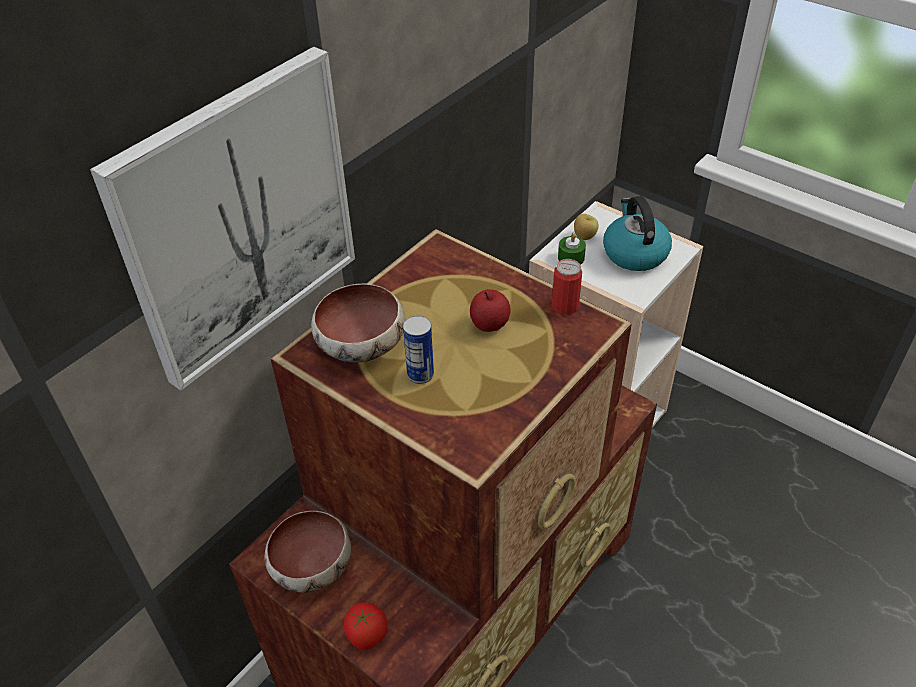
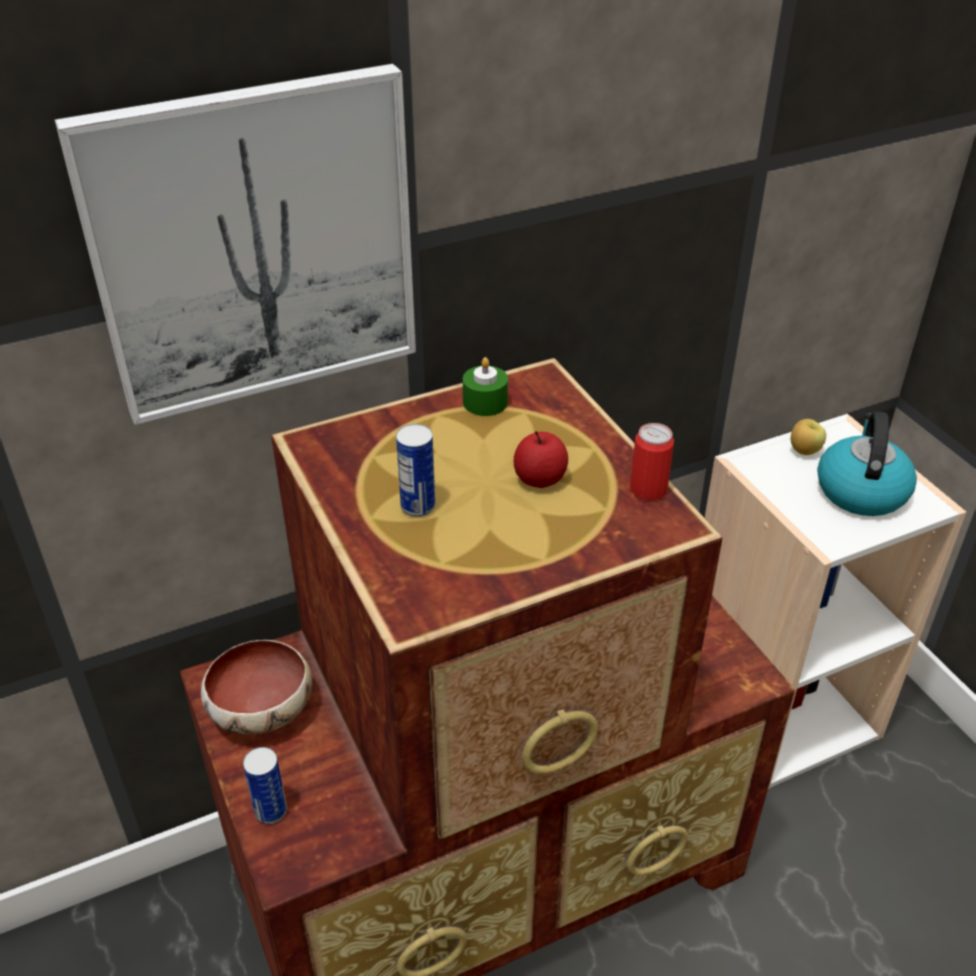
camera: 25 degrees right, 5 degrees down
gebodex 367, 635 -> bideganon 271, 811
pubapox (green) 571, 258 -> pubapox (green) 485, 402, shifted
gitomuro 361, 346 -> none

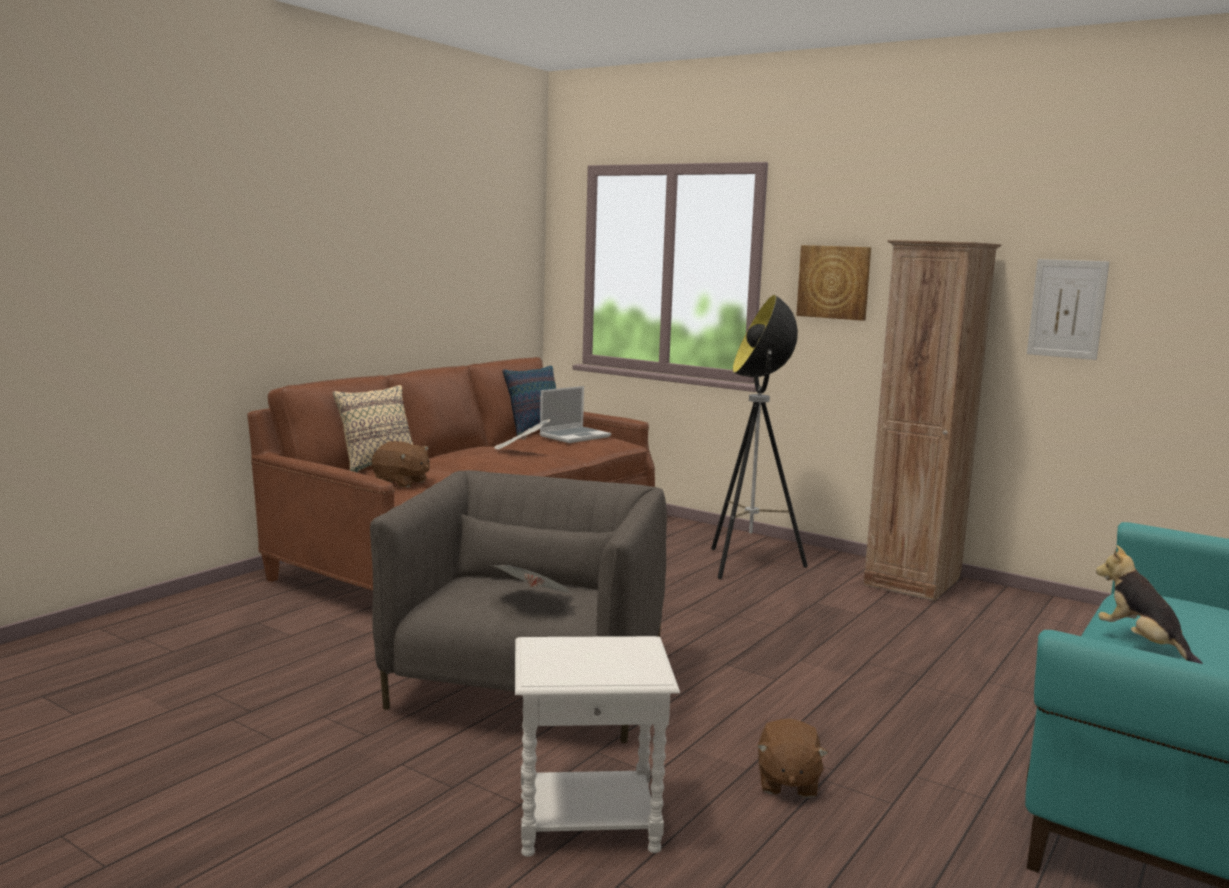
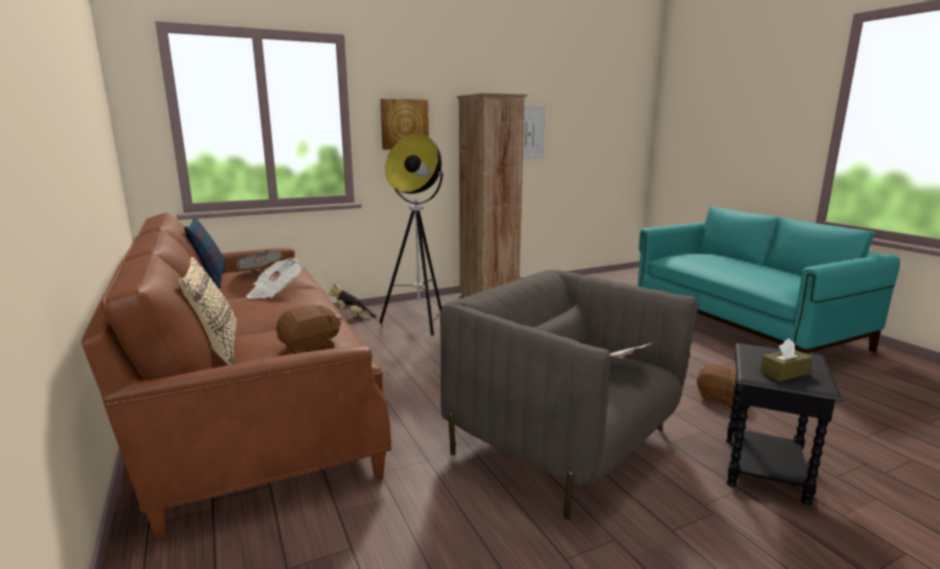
camera: 60 degrees left, 5 degrees up
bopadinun 575, 436 -> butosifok 260, 272
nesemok 1142, 644 -> nesemok 351, 316, shifted
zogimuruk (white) 588, 820 -> zogimuruk (black) 763, 469
none -> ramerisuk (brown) 784, 373

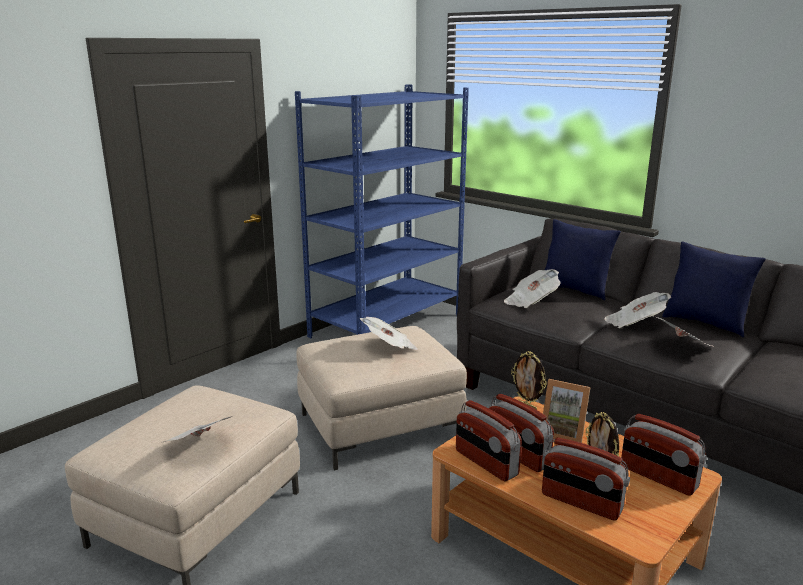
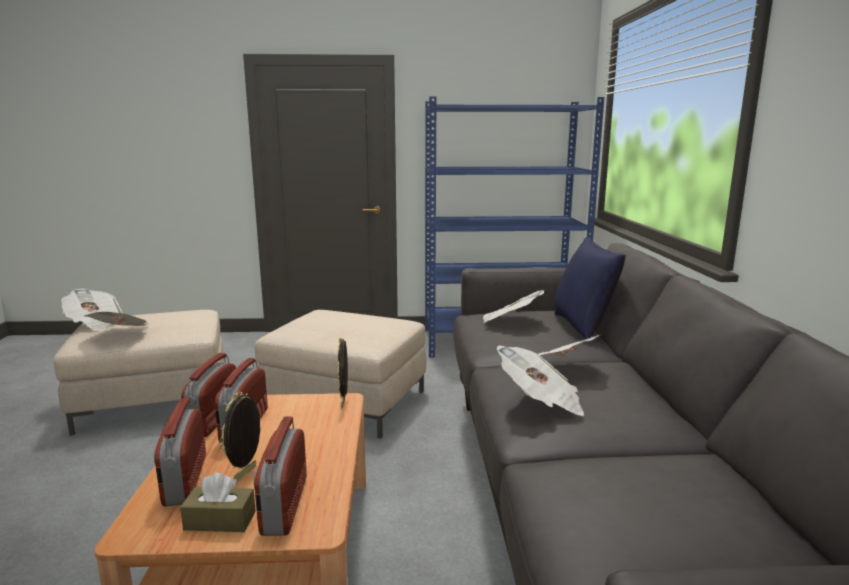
camera: 45 degrees right, 5 degrees down
butosifok 390, 347 -> butosifok 94, 323, shifted
none -> ramerisuk (brown) 220, 520
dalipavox 563, 433 -> none
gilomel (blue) 705, 323 -> none

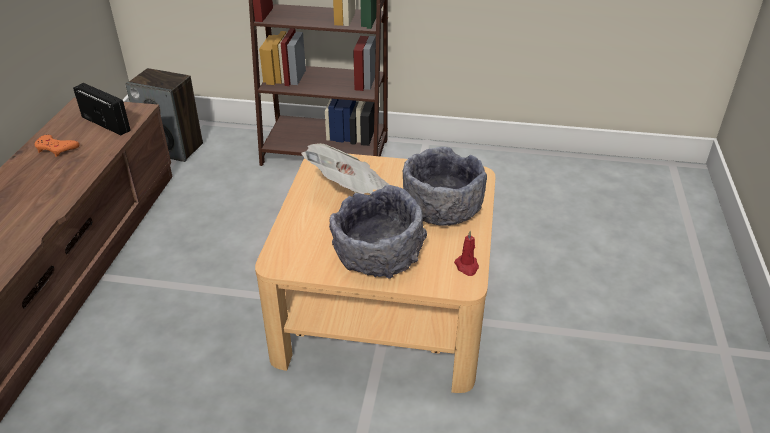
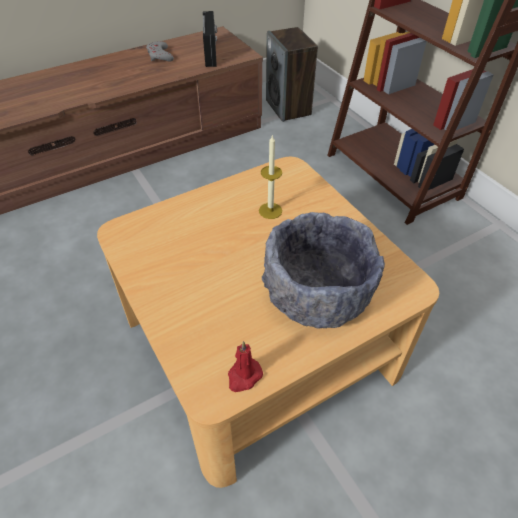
camera: 50 degrees right, 10 degrees up
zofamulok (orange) 56, 148 -> zofamulok (grey) 160, 55
butosifok 349, 189 -> pubapox 270, 211
gitomuro (grey) 378, 257 -> none

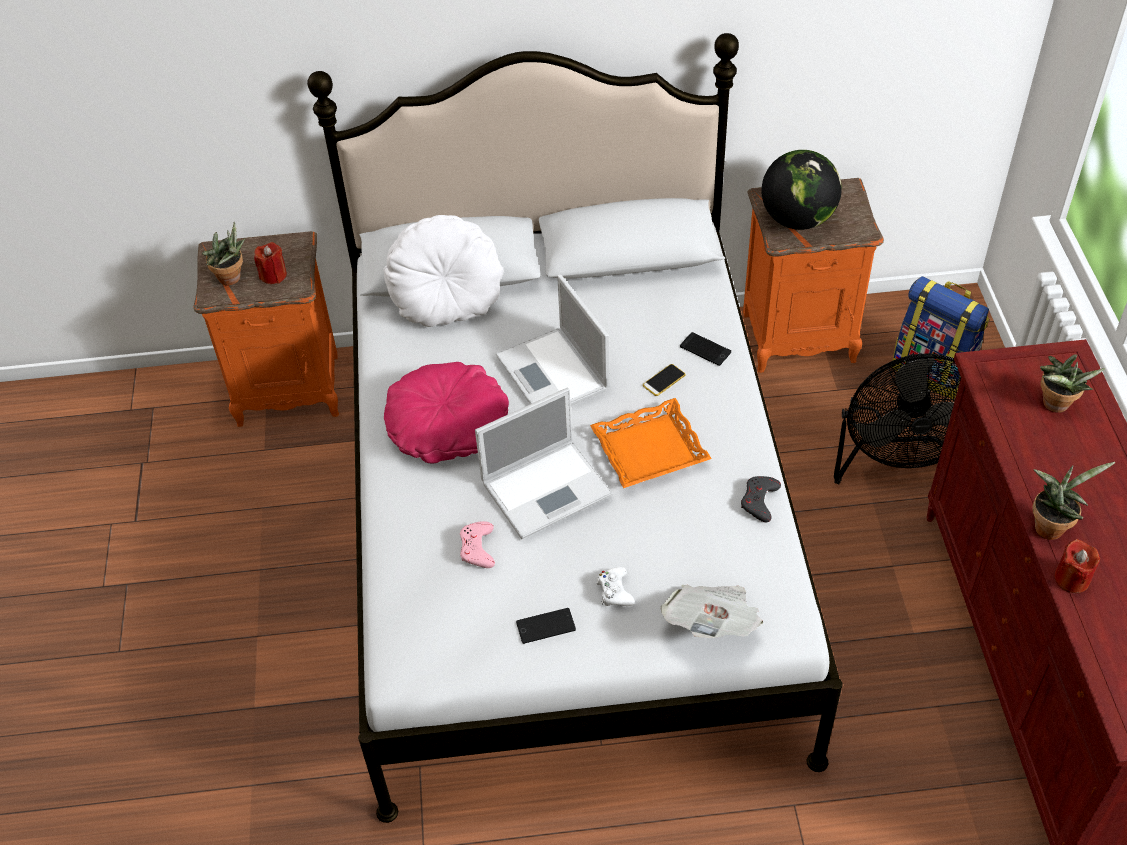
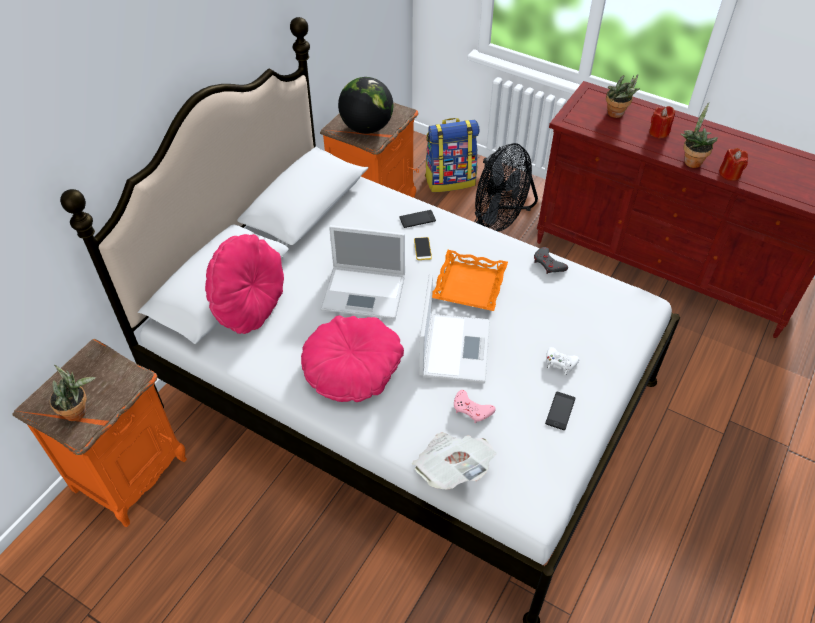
camera: 55 degrees left, 0 degrees up
gilomel (white) 448, 309 -> gilomel (pink) 252, 311
butosifok 713, 624 -> butosifok 452, 468, shifted
pubapox (red) 273, 275 -> pubapox (red) 659, 132, shifted

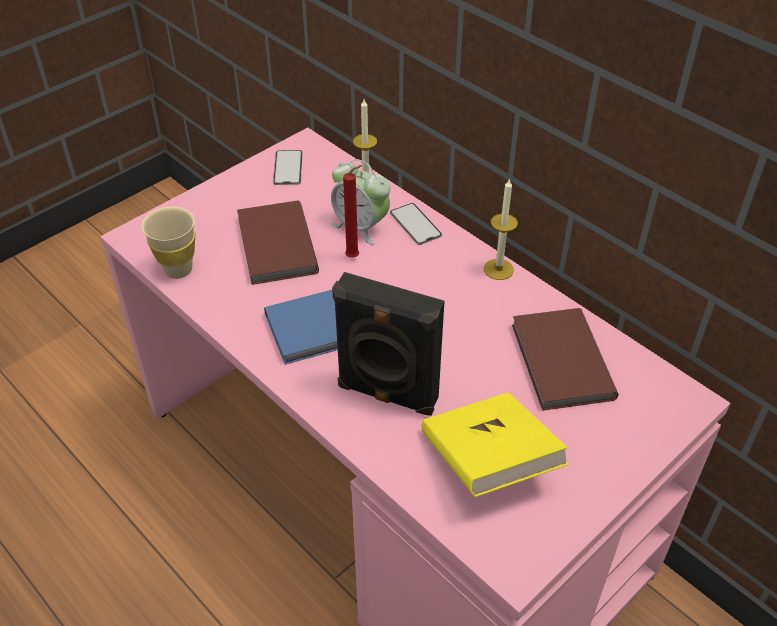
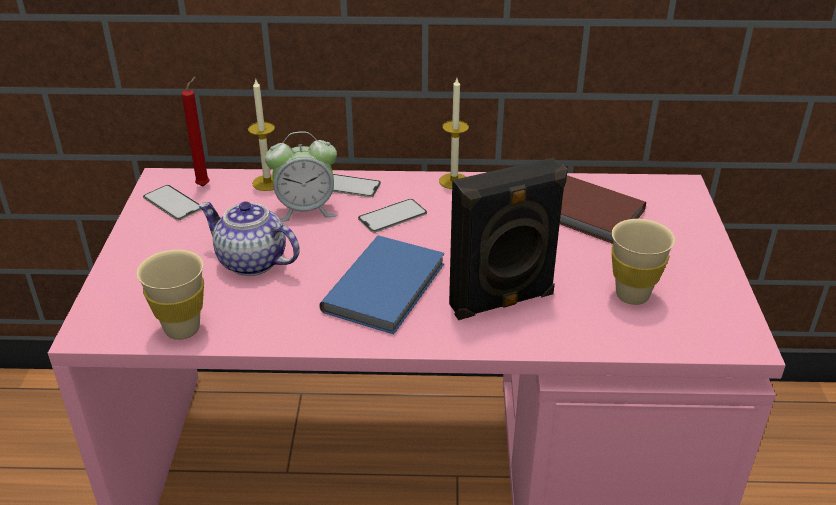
camera: 45 degrees left, 10 degrees down
pubapox (red) 354, 257 -> pubapox (red) 205, 185, shifted
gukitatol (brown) 274, 246 -> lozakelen 251, 262
none -> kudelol 392, 216
gukitatol (yellow) 488, 462 -> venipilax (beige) 632, 295

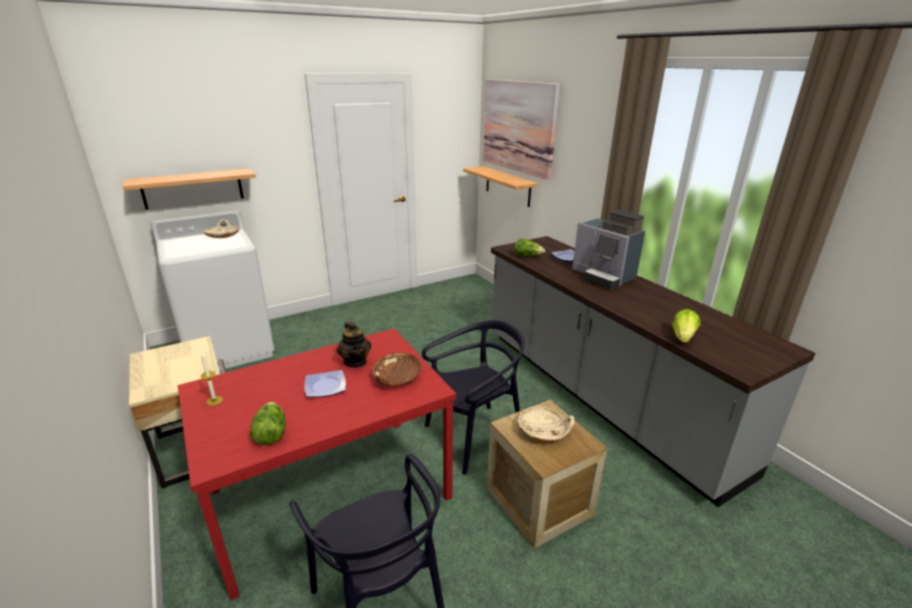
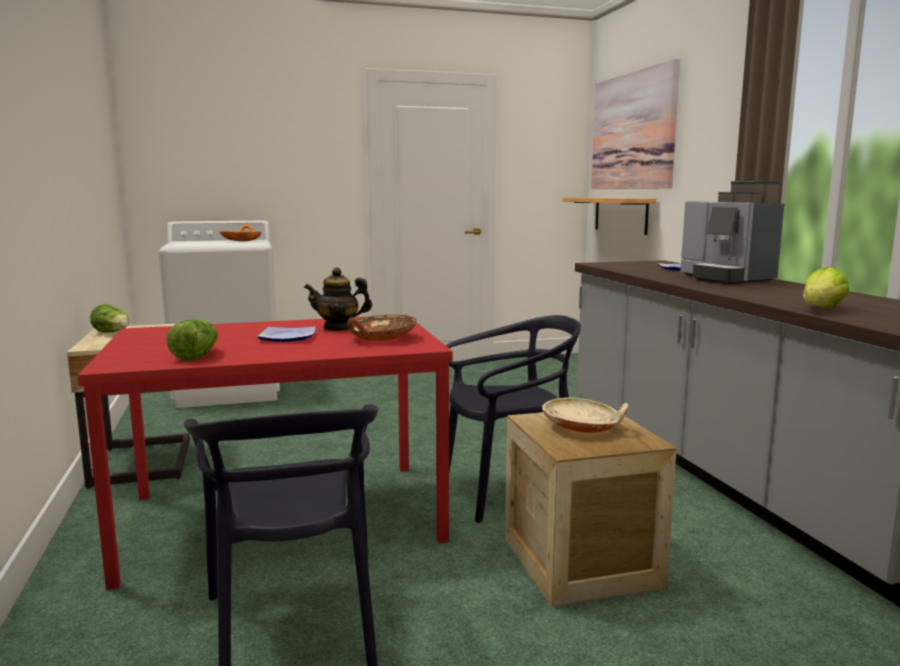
camera: 15 degrees right, 15 degrees down
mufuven 527, 256 -> mufuven 113, 333, shifted
gitomuro (beige) 223, 236 -> gitomuro (orange) 241, 241
lozakelen 355, 361 -> lozakelen 338, 328, 90 degrees clockwise
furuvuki 193, 188 -> none
pubapox 214, 401 -> none

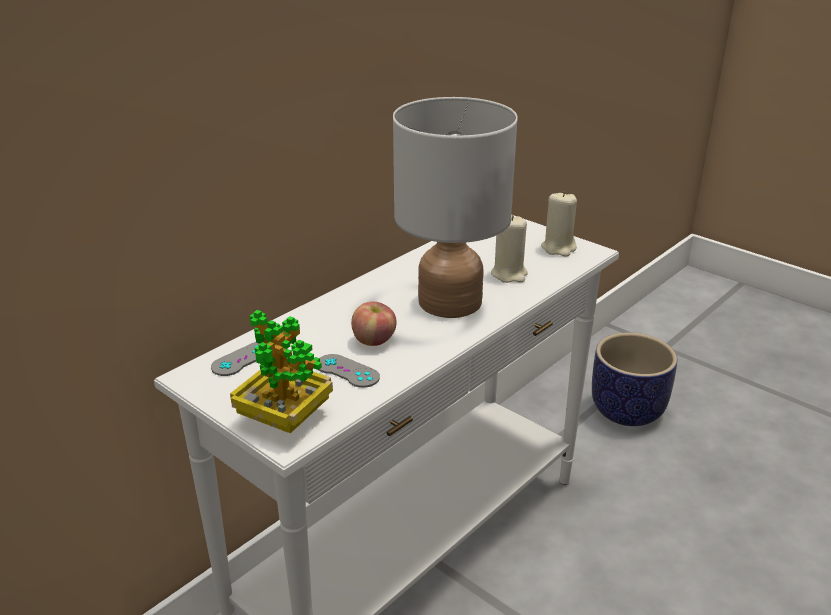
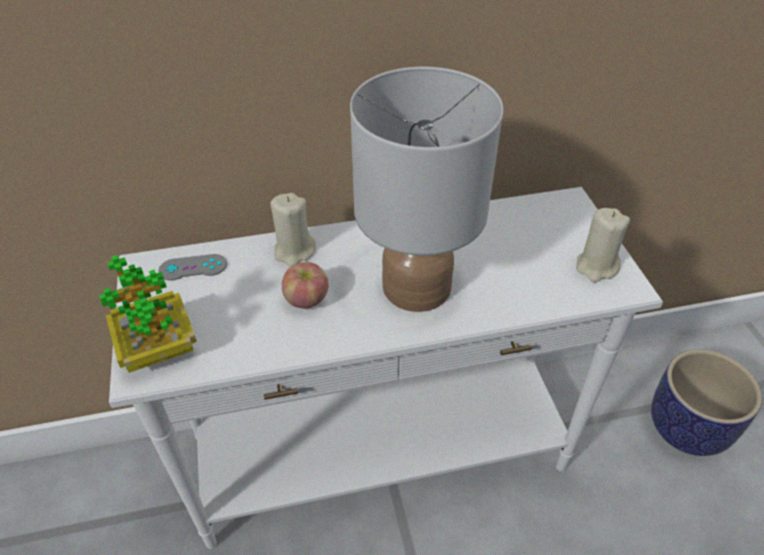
camera: 35 degrees right, 15 degrees up
pubapox (beige) 509, 274 -> pubapox (beige) 294, 251, shifted
zofamulok (grey) 347, 371 -> none

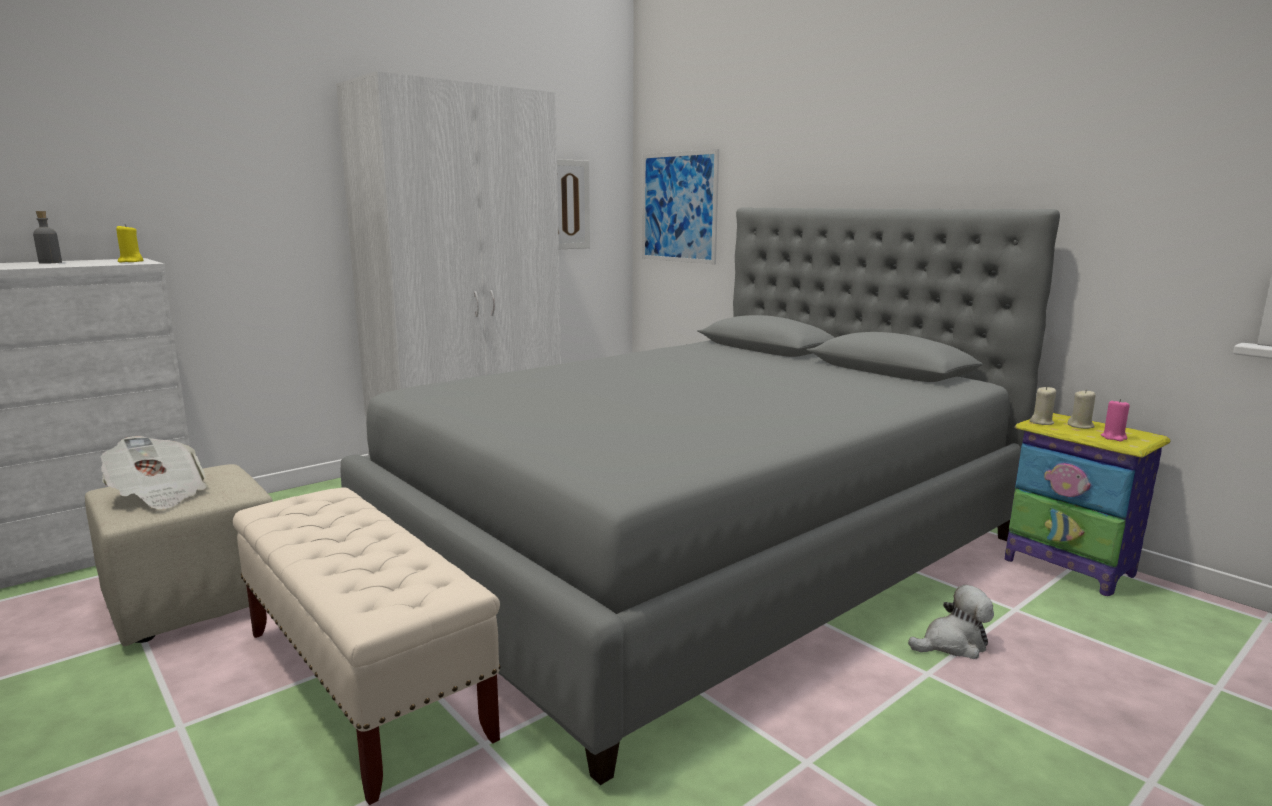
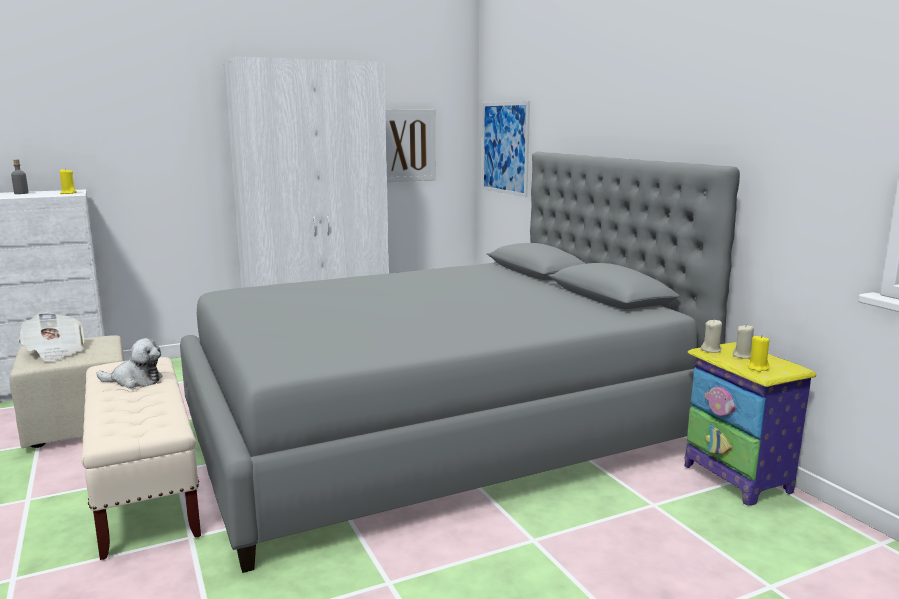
camera: 15 degrees right, 0 degrees up
nesemok 953, 644 -> nesemok 135, 381, shifted
pubapox (pink) 1114, 437 -> pubapox (yellow) 758, 368

